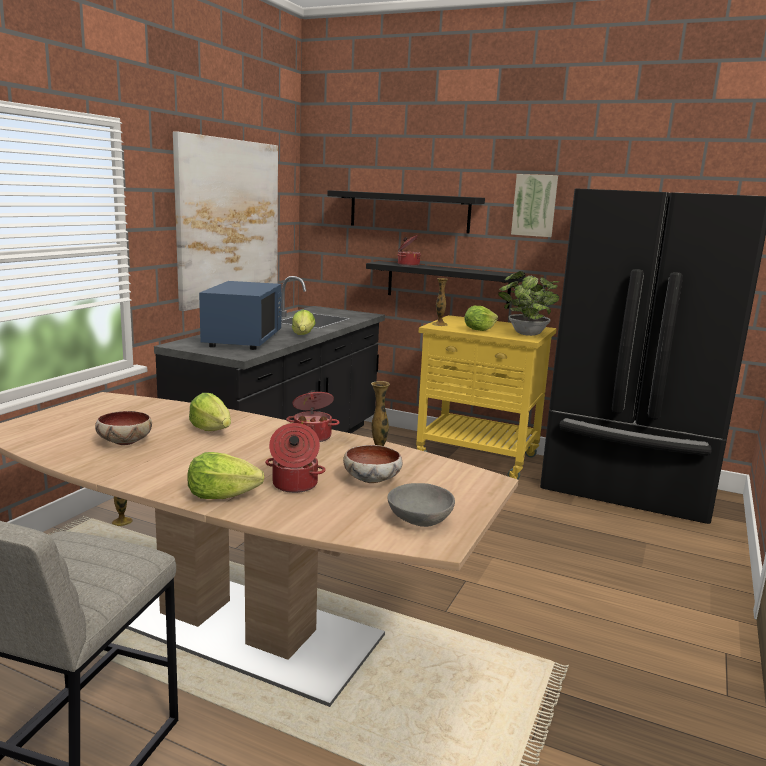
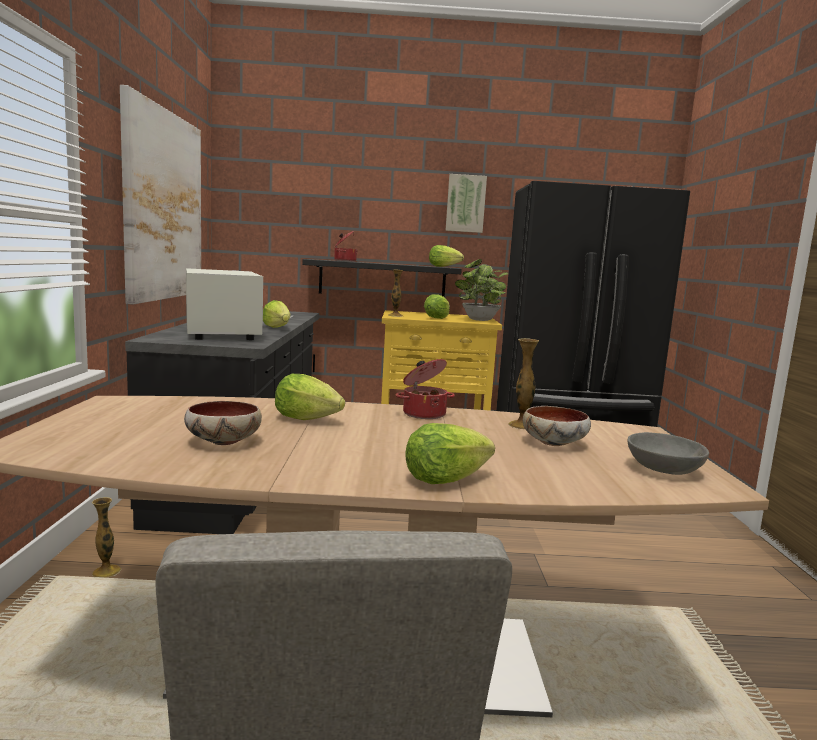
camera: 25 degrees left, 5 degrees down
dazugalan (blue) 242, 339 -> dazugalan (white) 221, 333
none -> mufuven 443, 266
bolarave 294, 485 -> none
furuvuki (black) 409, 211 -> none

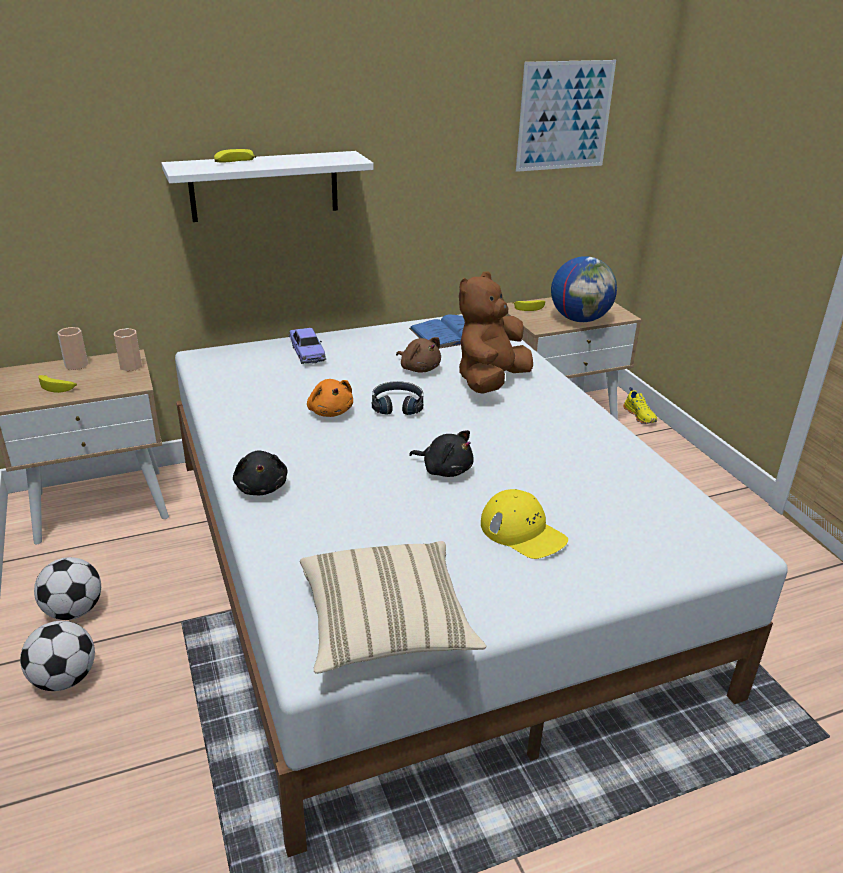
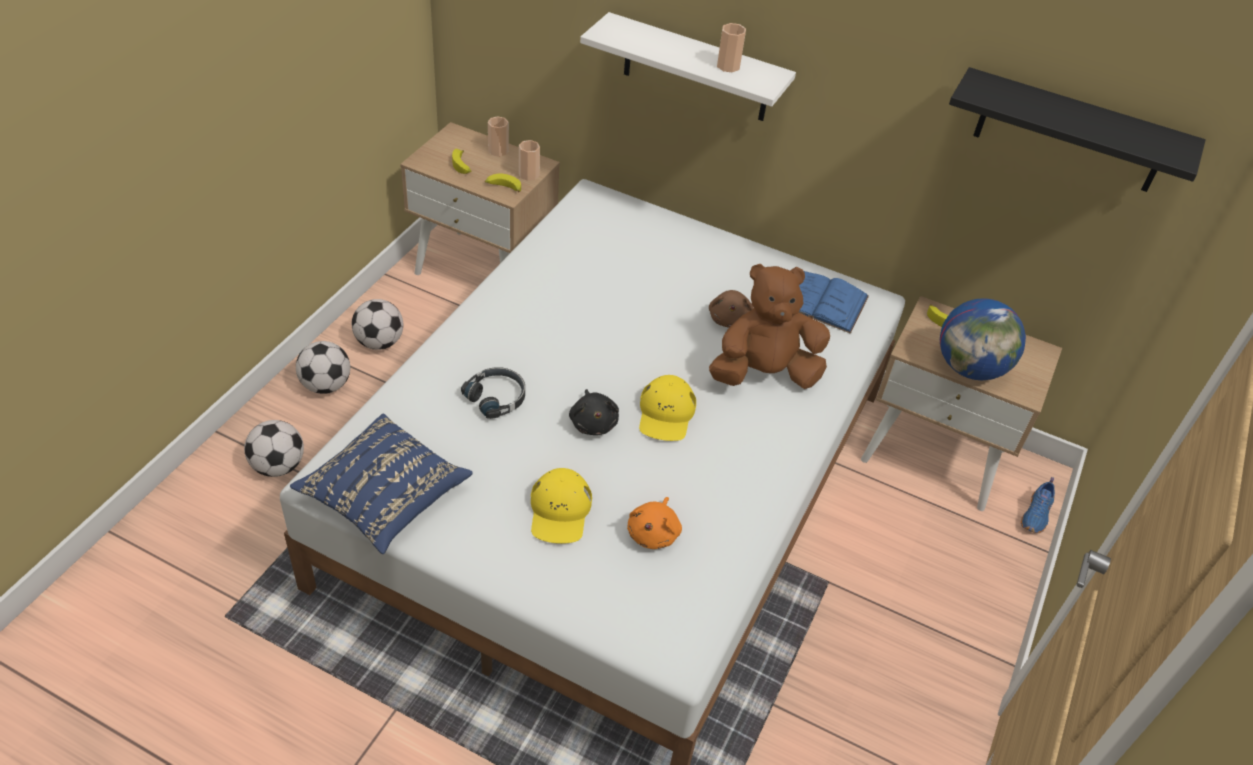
camera: 45 degrees right, 15 degrees up
none -> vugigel 278, 466
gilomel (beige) 386, 626 -> gilomel (blue) 384, 496
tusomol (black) 397, 405 -> tusomol (black) 497, 397, shifted
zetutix 233, 163 -> zetutix 503, 187, shifted
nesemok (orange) 330, 411 -> nesemok (orange) 654, 533, shifted
none -> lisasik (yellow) 666, 414
none -> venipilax 728, 66
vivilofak 564, 116 -> furuvuki (black) 1071, 132
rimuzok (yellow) 640, 416 -> rimuzok (blue) 1036, 515
nesemok (black) 261, 487 -> none
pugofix 307, 353 -> none

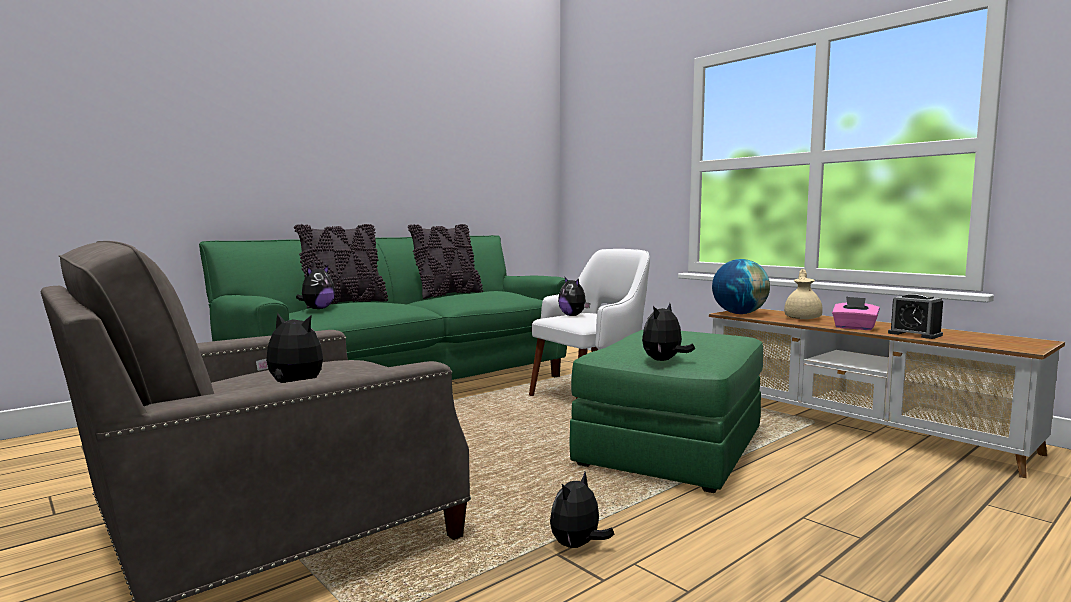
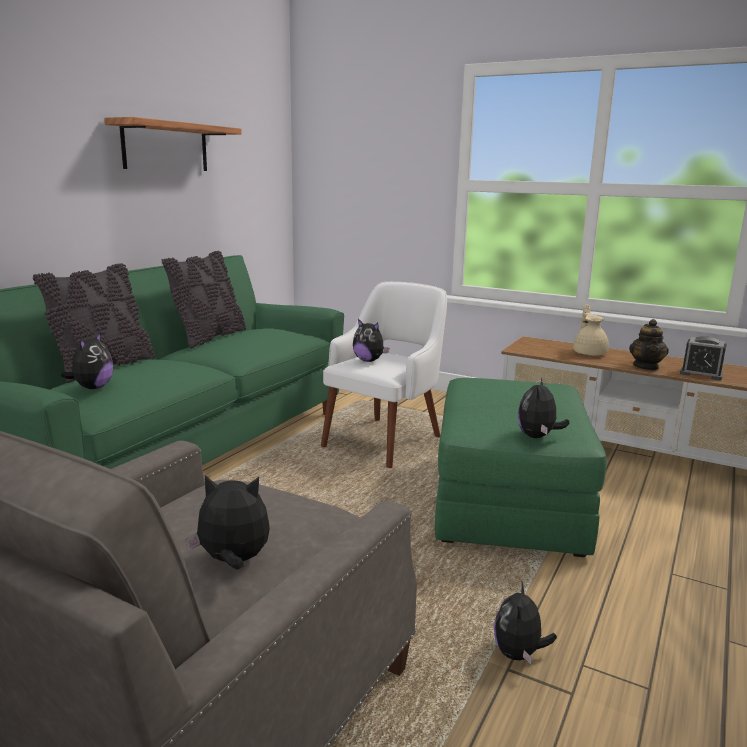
camera: 20 degrees left, 10 degrees up
none -> furuvuki 166, 147
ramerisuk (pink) 854, 328 -> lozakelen 646, 367
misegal 739, 313 -> none

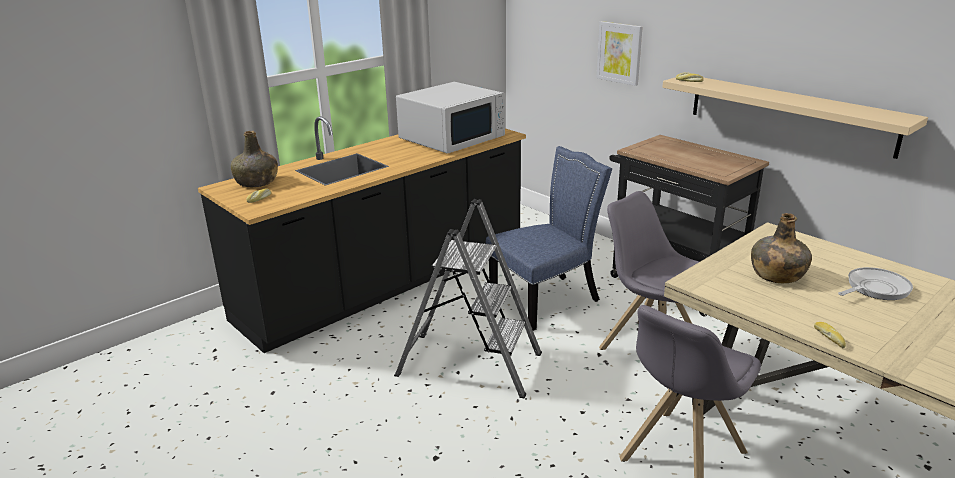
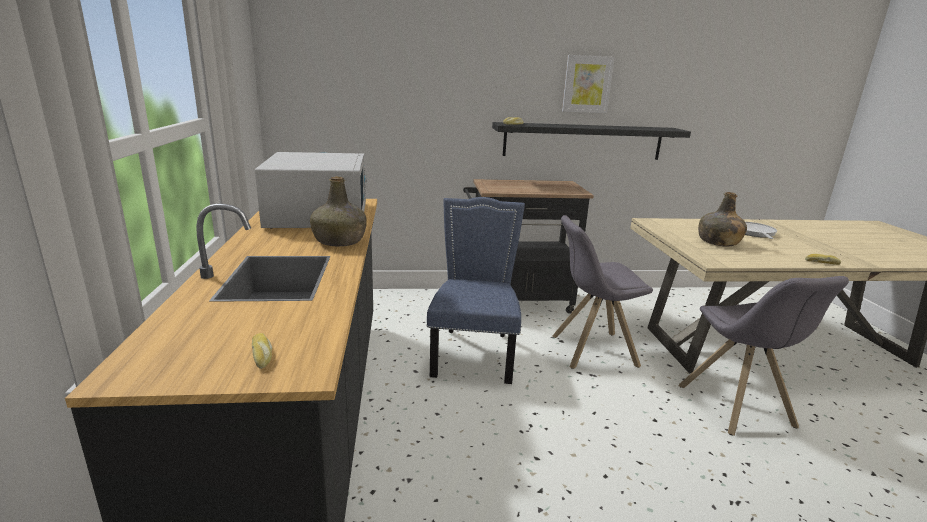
camera: 55 degrees left, 5 degrees down
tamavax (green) 257, 182 -> tamavax (green) 340, 241, shifted
furuvuki (beige) 789, 113 -> furuvuki (black) 583, 141
vivilofak 619, 53 -> vivilofak 587, 84, shifted
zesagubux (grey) 467, 363 -> none

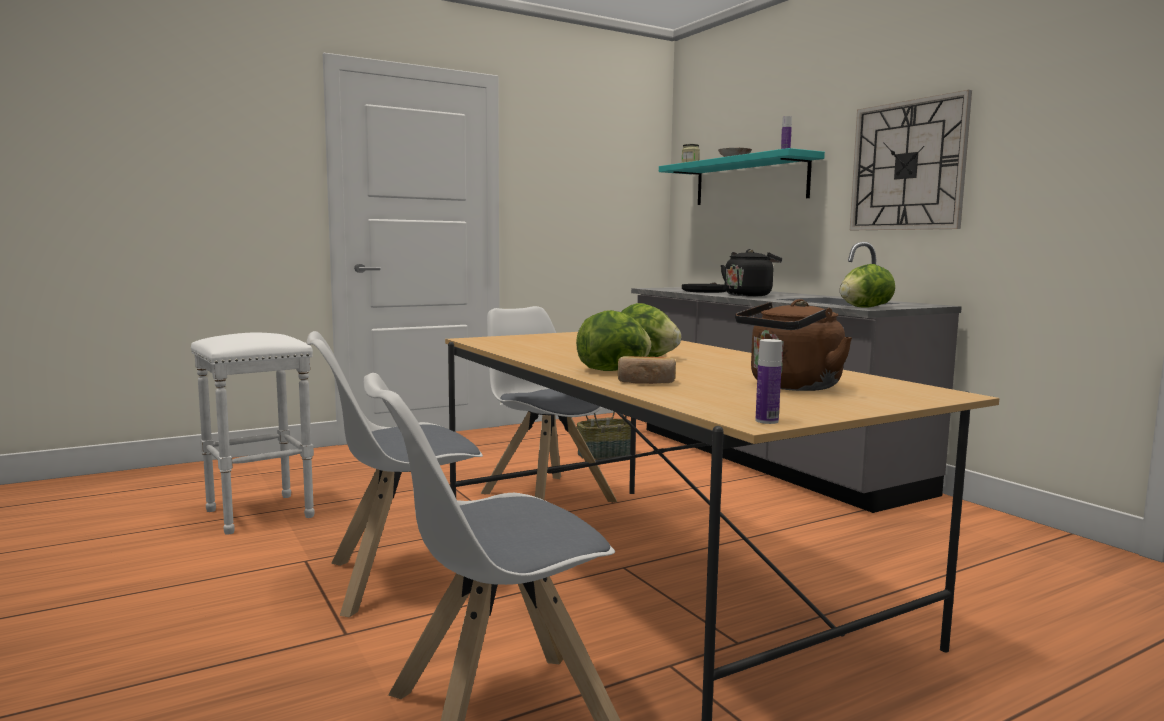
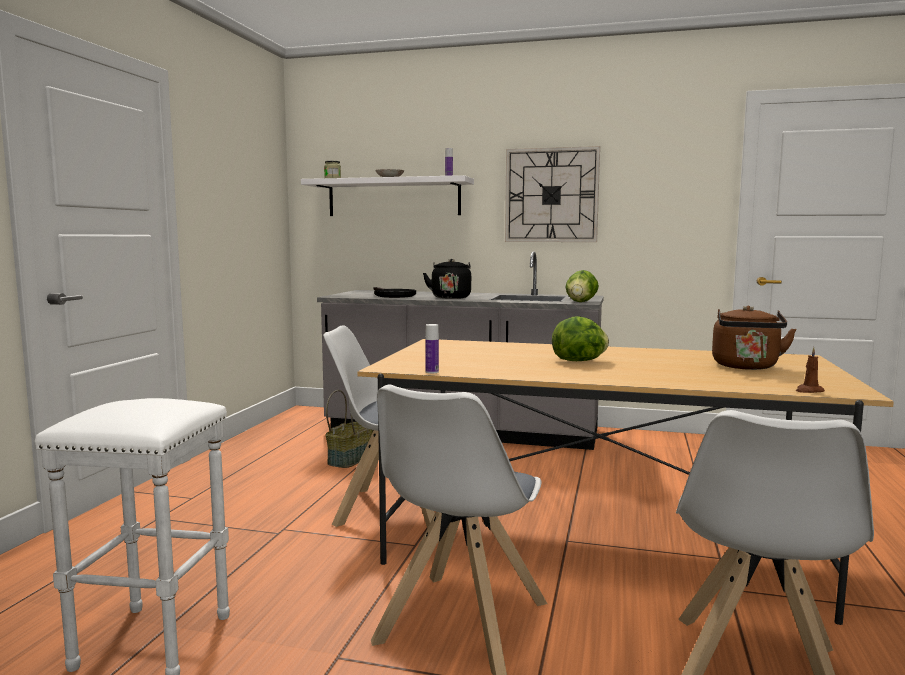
camera: 45 degrees left, 0 degrees up
furuvuki (turquoise) 750, 181 -> furuvuki (white) 393, 198
tamavax 766, 421 -> tamavax 432, 372, shifted
none -> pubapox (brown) 809, 391
mufuven 614, 370 -> none
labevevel 646, 382 -> none

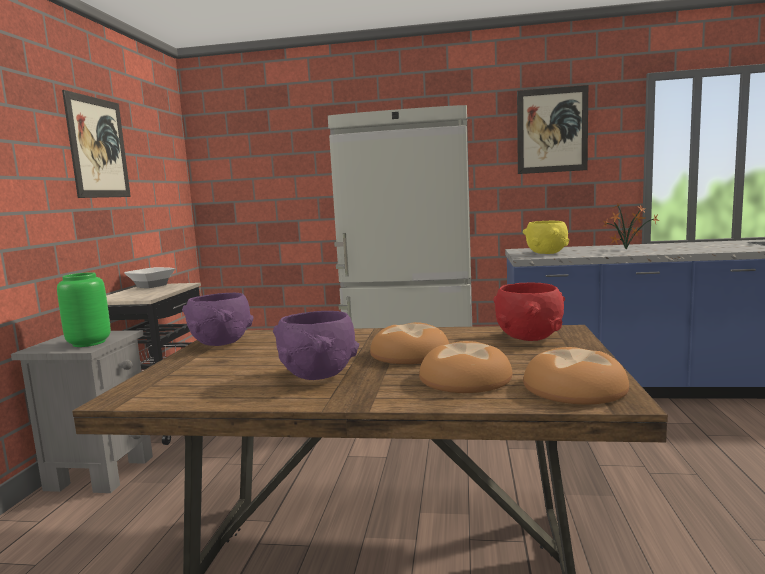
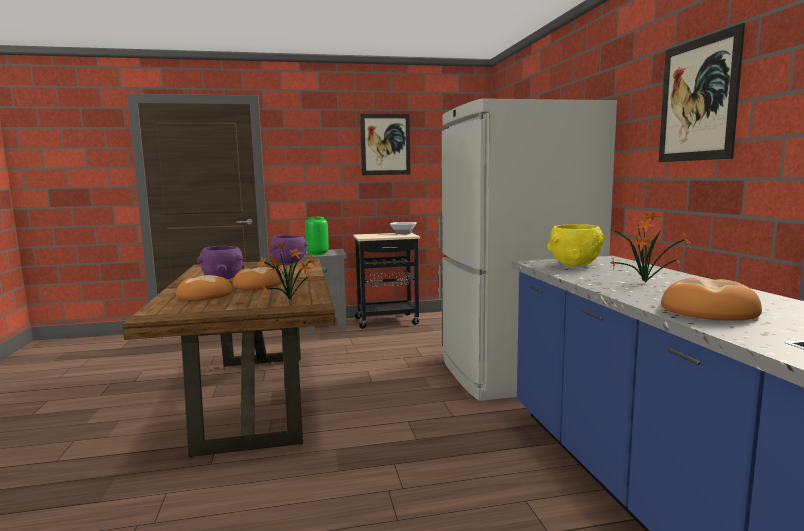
camera: 70 degrees right, 0 degrees up
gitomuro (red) 528, 337 -> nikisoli 291, 299
labevevel 573, 387 -> labevevel 709, 310, shifted

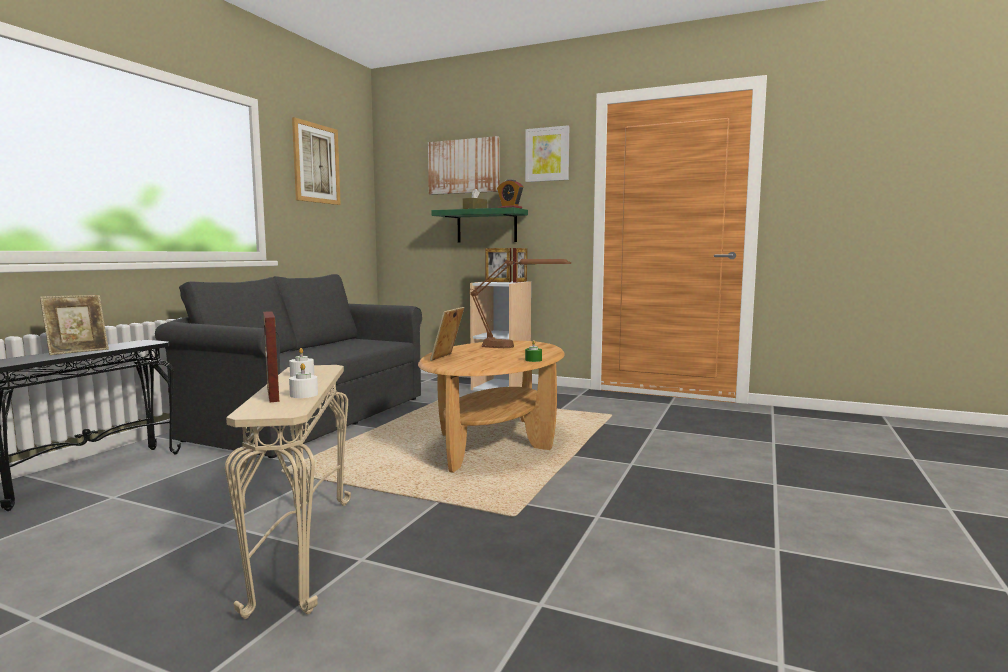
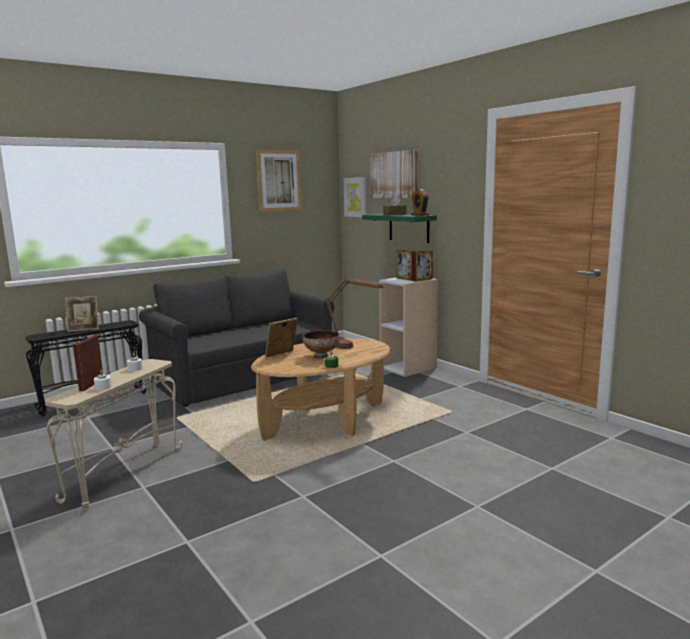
camera: 30 degrees right, 5 degrees up
none -> gitomuro 322, 356
vivilofak 547, 154 -> vivilofak 356, 197, shifted

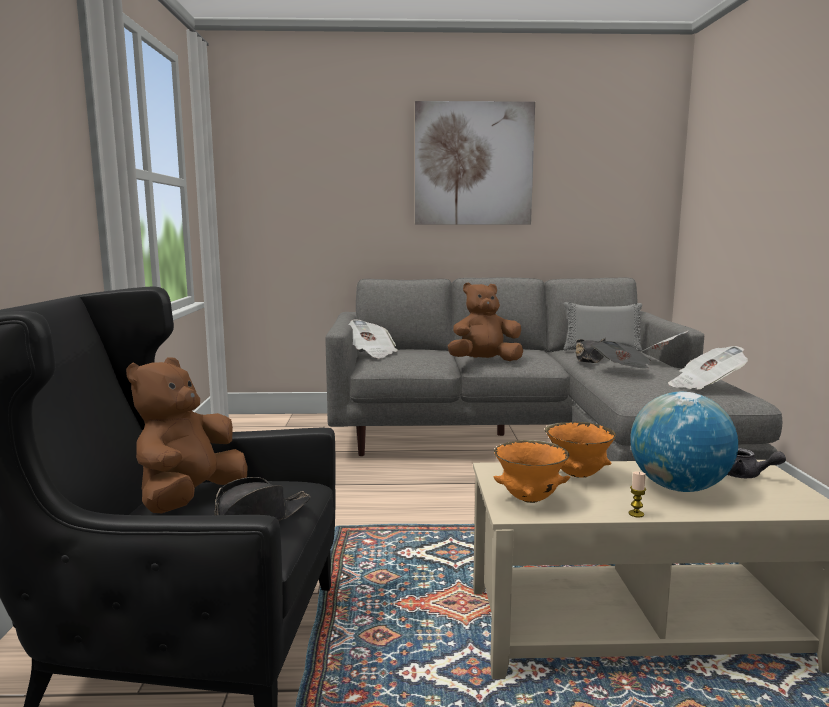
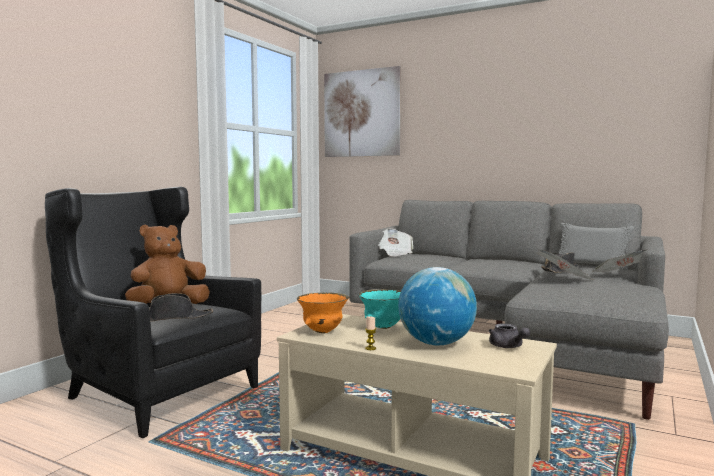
camera: 30 degrees right, 5 degrees down
vivilofak 473, 164 -> vivilofak 361, 113, shifted
gitomuro (orange) 578, 475 -> gitomuro (turquoise) 383, 327
nesemok (brown) 484, 361 -> none
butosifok 705, 386 -> none

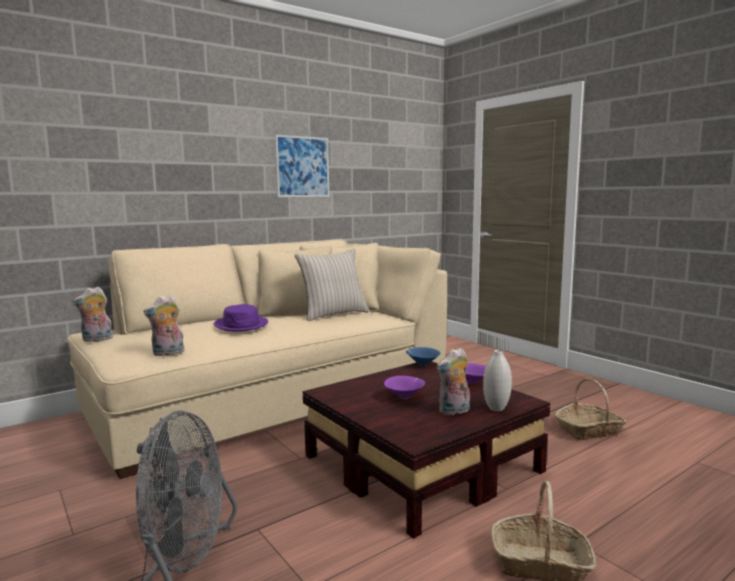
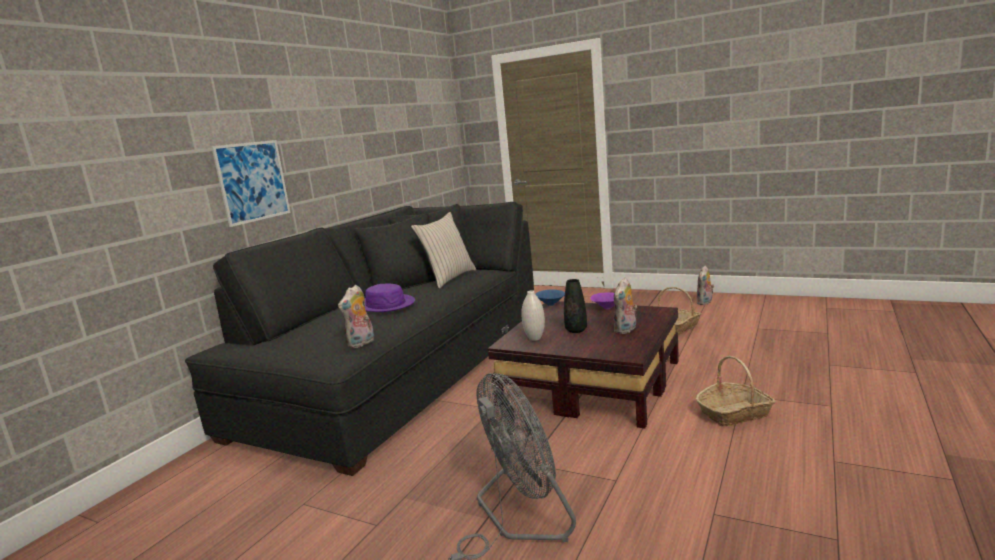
camera: 25 degrees left, 5 degrees up
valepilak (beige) 272, 398 -> valepilak (black) 400, 374
vivilofak 302, 167 -> vivilofak 253, 181, shifted
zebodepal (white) 496, 409 -> zebodepal (white) 535, 338, shifted
gitomuro (purple) 405, 397 -> zebodepal (black) 576, 330
nesemok 96, 340 -> nesemok 705, 302, shifted

